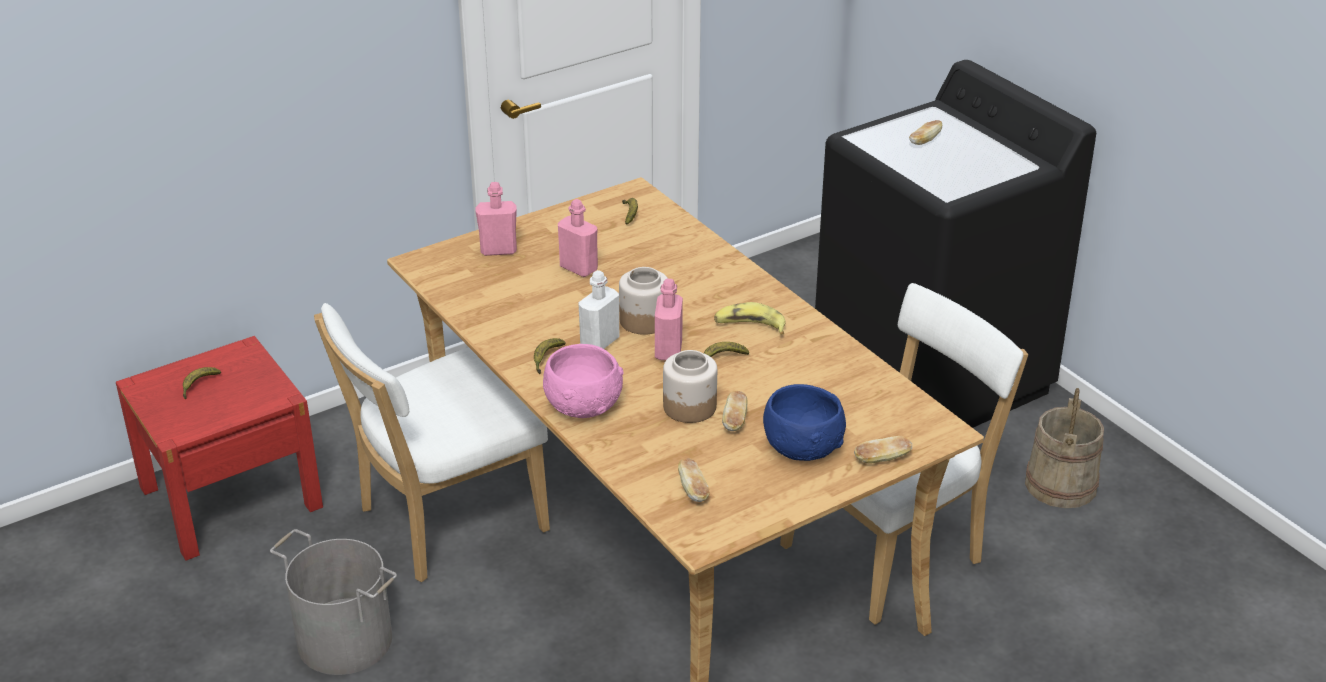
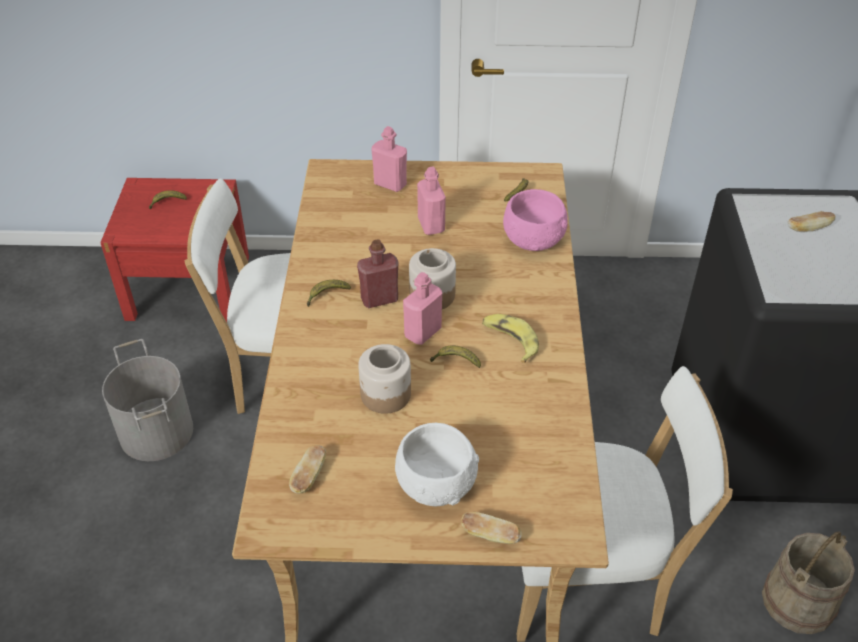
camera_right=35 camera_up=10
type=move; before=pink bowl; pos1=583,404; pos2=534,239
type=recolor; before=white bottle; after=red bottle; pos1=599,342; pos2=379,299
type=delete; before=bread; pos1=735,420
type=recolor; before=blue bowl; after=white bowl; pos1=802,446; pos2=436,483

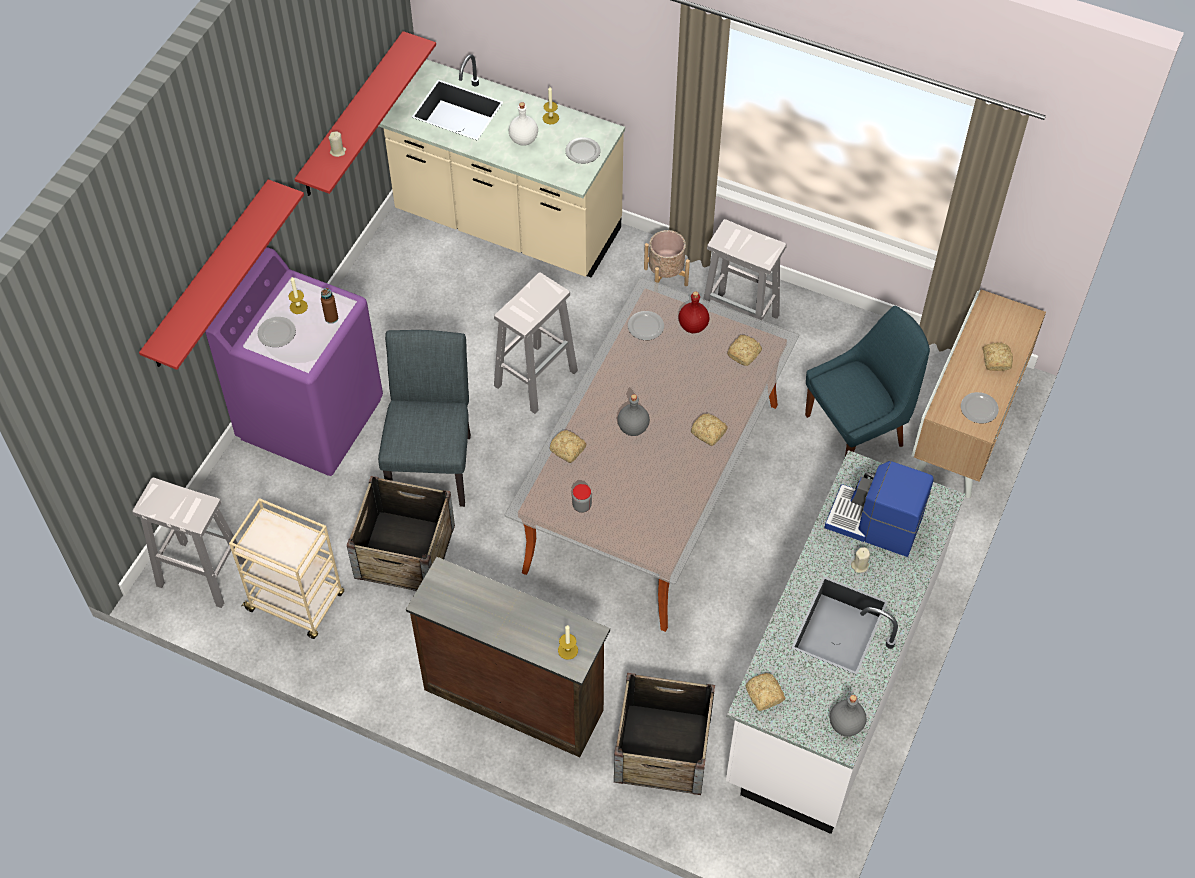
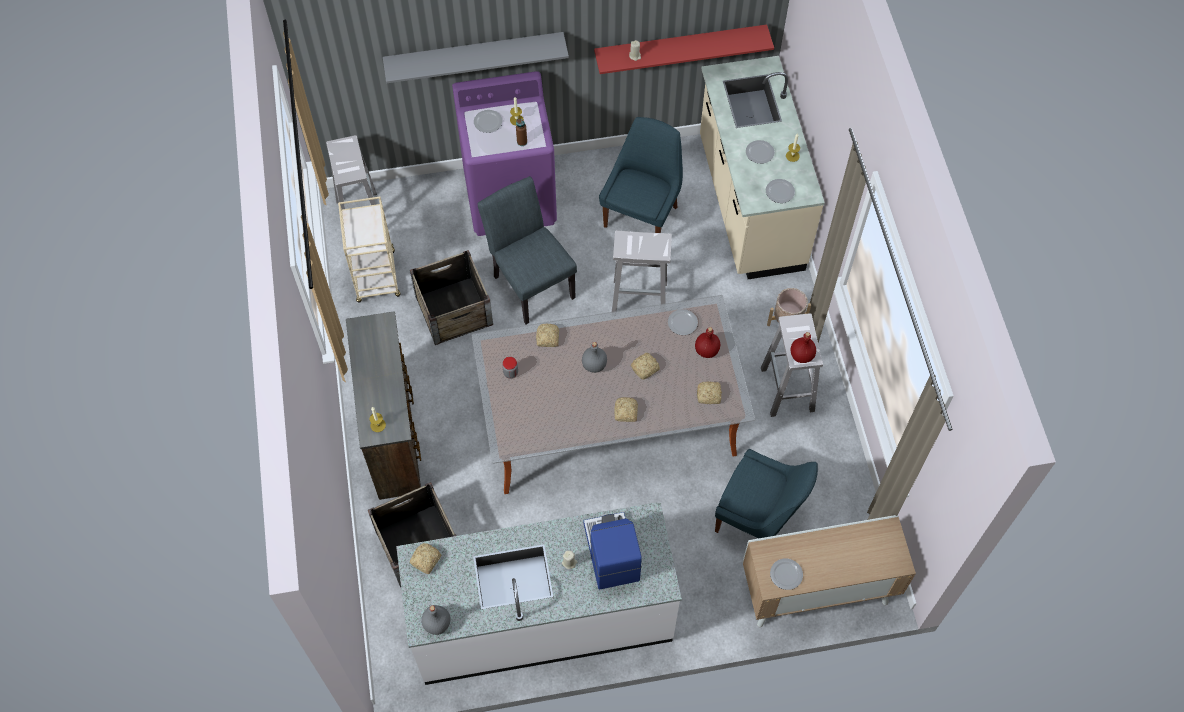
camera_right=55 camera_up=5
type=recolor; before=red shelf; after=grey shelf; pos1=209,276; pos2=474,55
type=rotate; before=grey chair; pos1=432,461; pos2=530,282; turn=-90
type=replace; before=white bottle; after=plate; pos1=523,140; pos2=759,152
type=move; before=bread; pos1=996,359; pos2=645,368
type=insert; after=blue chair; pos2=642,214
type=insert; after=red bottle; pos2=801,355

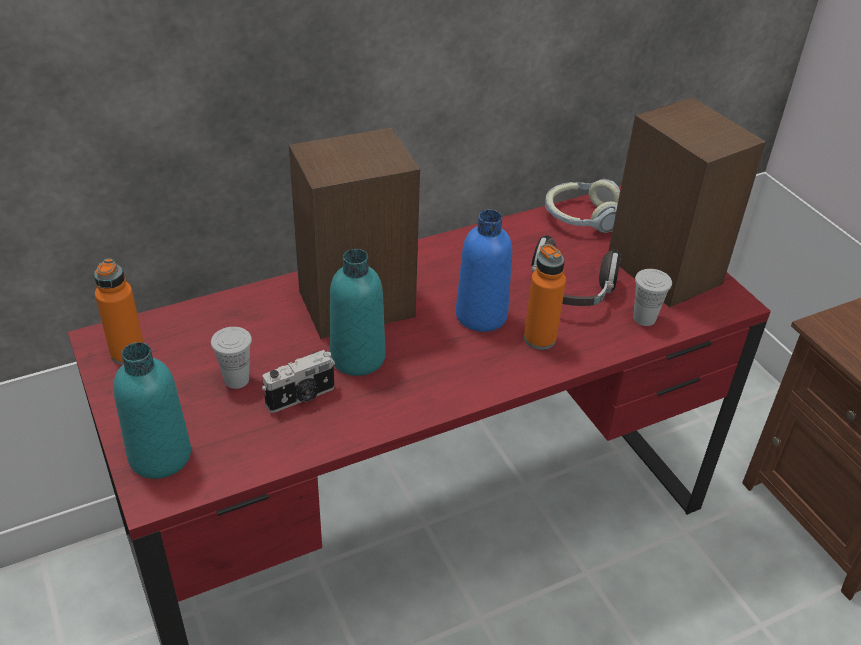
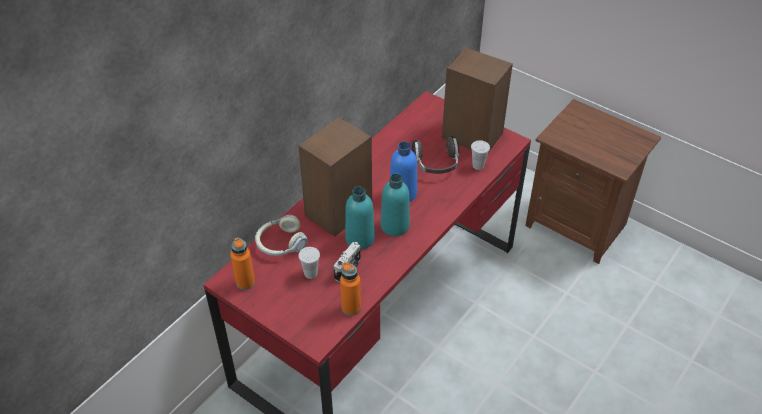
camera_right=-25 camera_up=5
type=move; before=turquoise bottle; pos1=160,456; pos2=395,226
type=move; before=orange bottle; pos1=539,338; pos2=351,308
type=move; before=headphones; pos1=581,217; pos2=280,244

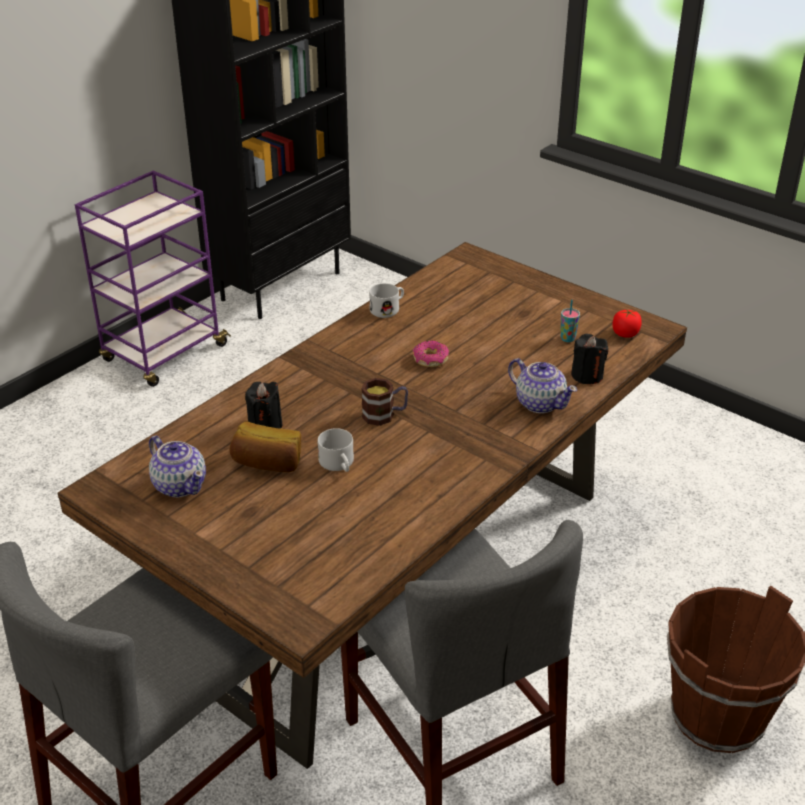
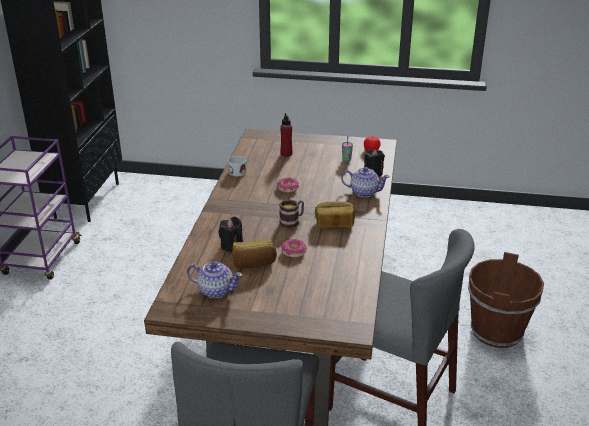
camera_right=-30 camera_up=-5
type=replace; before=white mug; after=donut; pos1=338,465; pos2=293,252
type=insert; after=red bottle; pos2=286,154
type=insert; after=bread; pos2=334,223

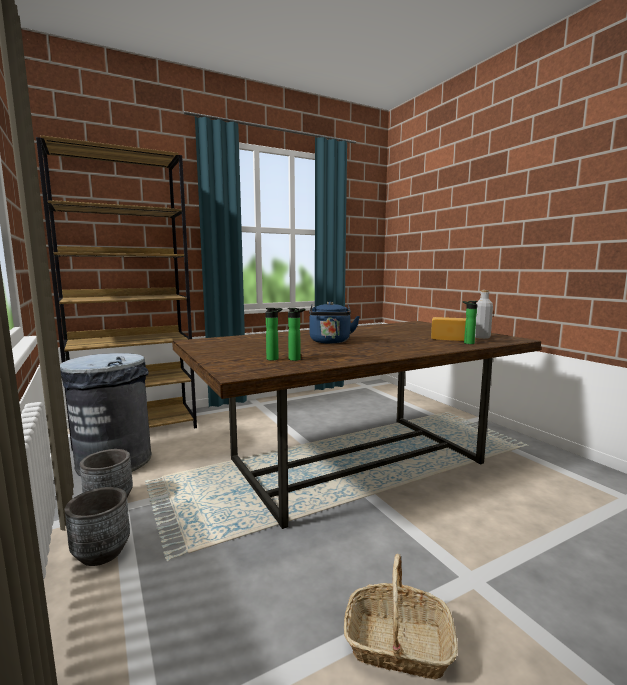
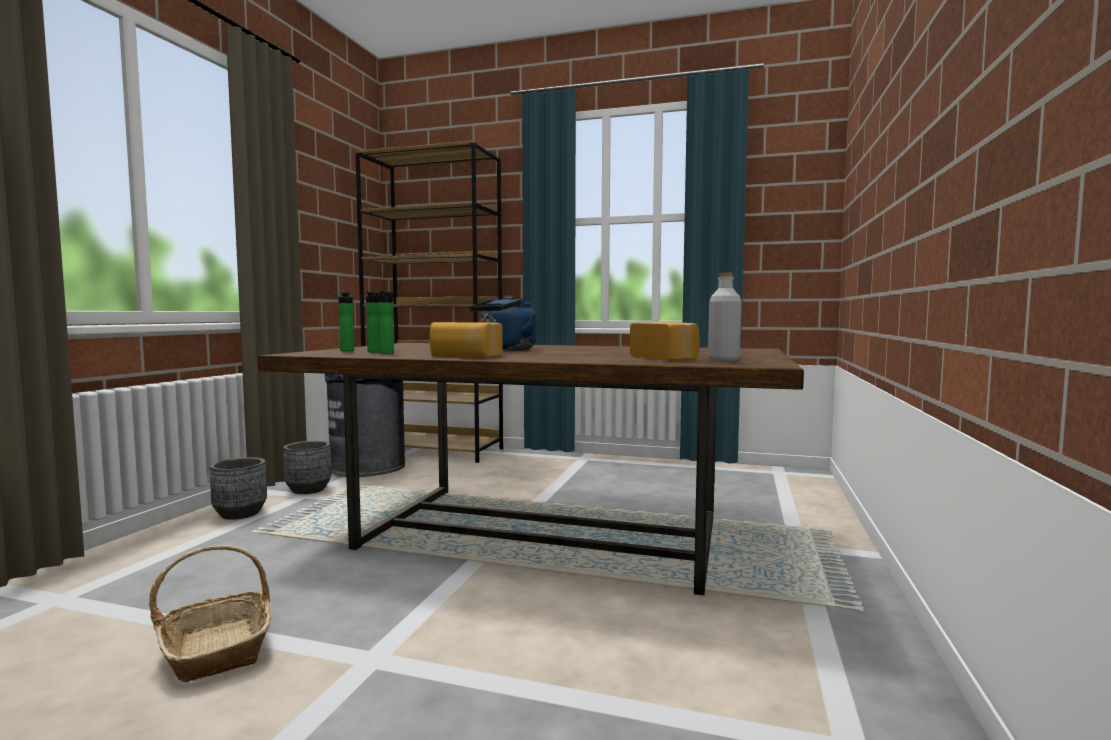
camera_right=45 camera_up=-5
type=move; before=bottle; pos1=467,343; pos2=347,350
type=insert; after=bread; pos2=465,356

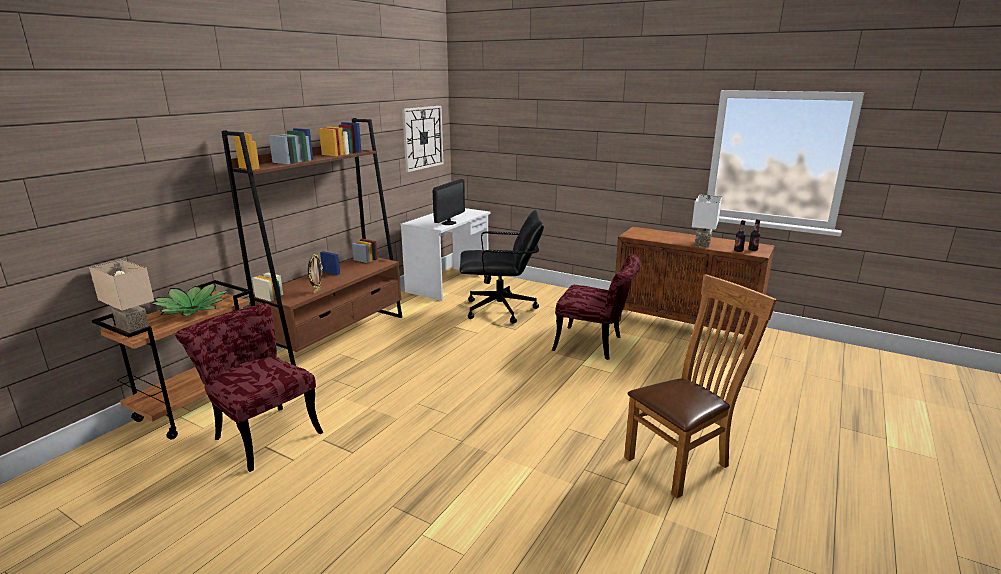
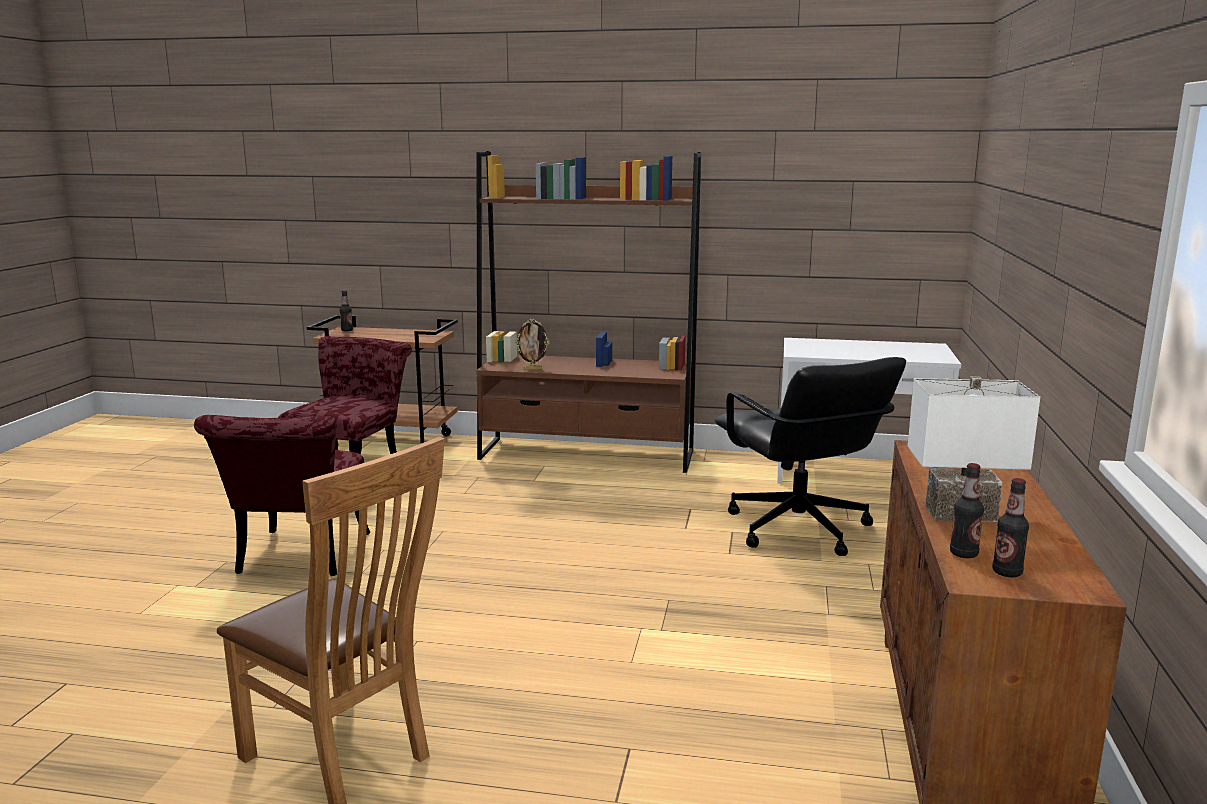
camera_right=70 camera_up=-5
type=replace; before=beige table lamp; after=bottle; pos1=130,327; pos2=347,330
type=delete; before=potted plant; pos1=192,308
type=delete; before=wall clock; pos1=422,138
type=delete; before=monitor; pos1=448,223
type=move; before=red chair; pos1=595,345; pos2=298,559

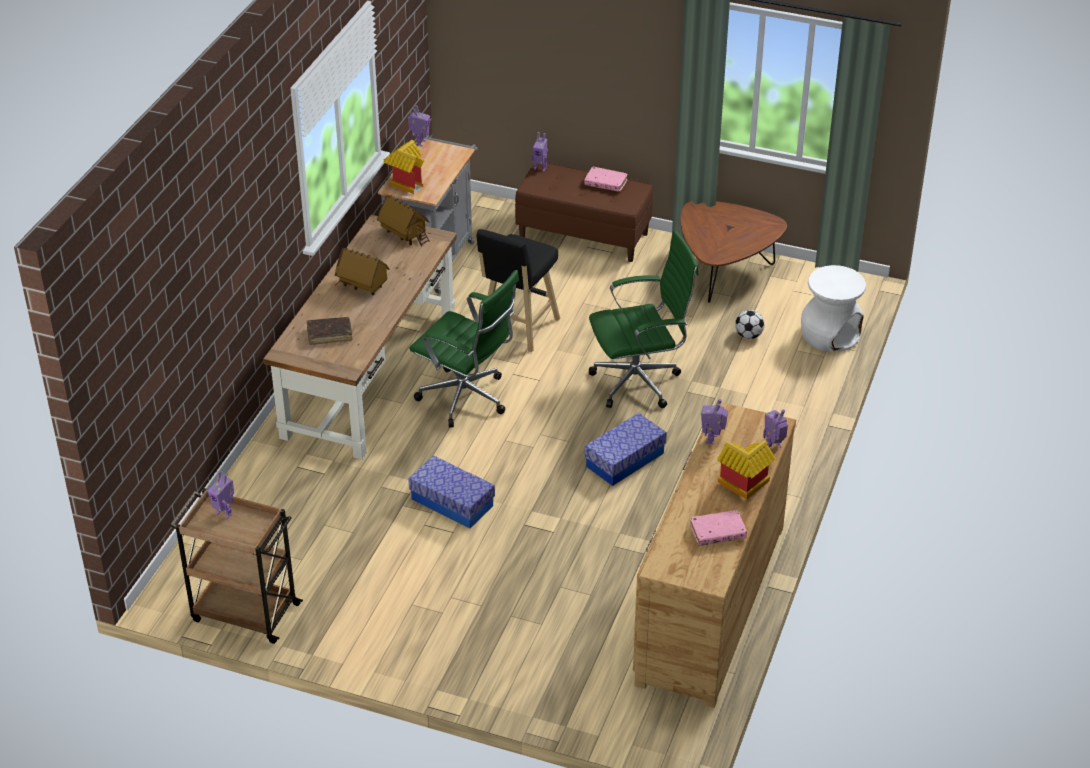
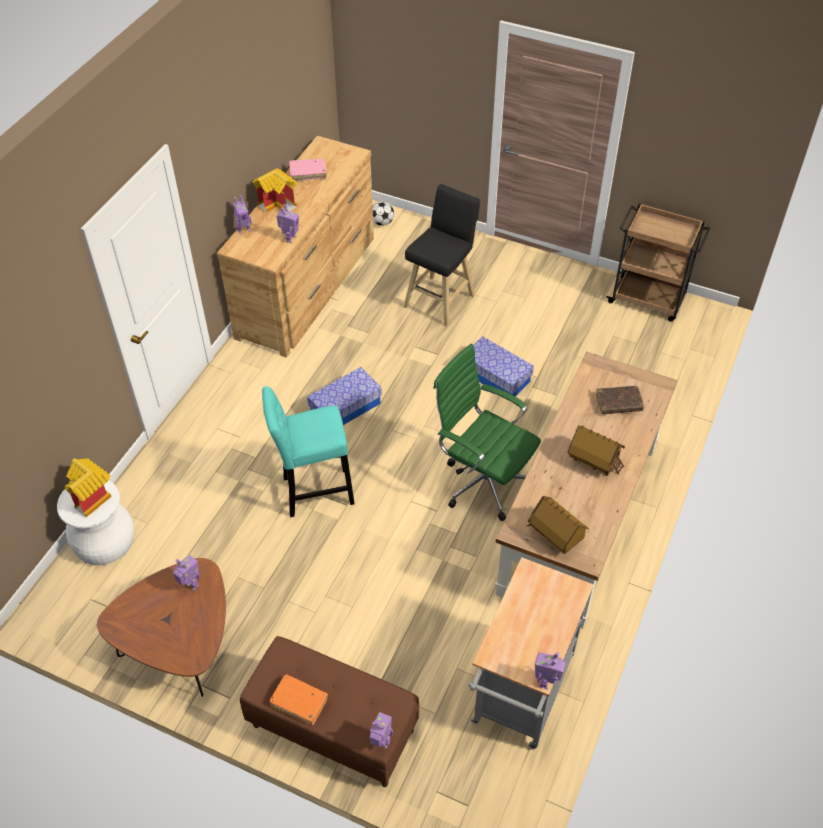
camera_right=-175 camera_up=10
type=move; before=toy robot; pos1=224,513; pos2=190,585
type=move; before=toy house; pos1=405,182; pos2=93,499
type=move; before=black stool; pos1=517,329; pos2=441,299
type=recolor; before=pink book; after=orange book; pos1=605,183; pos2=299,702
type=replace; before=green office chair; after=turquoise stool; pos1=640,382; pos2=313,492
type=move; before=football; pos1=748,335; pos2=382,222

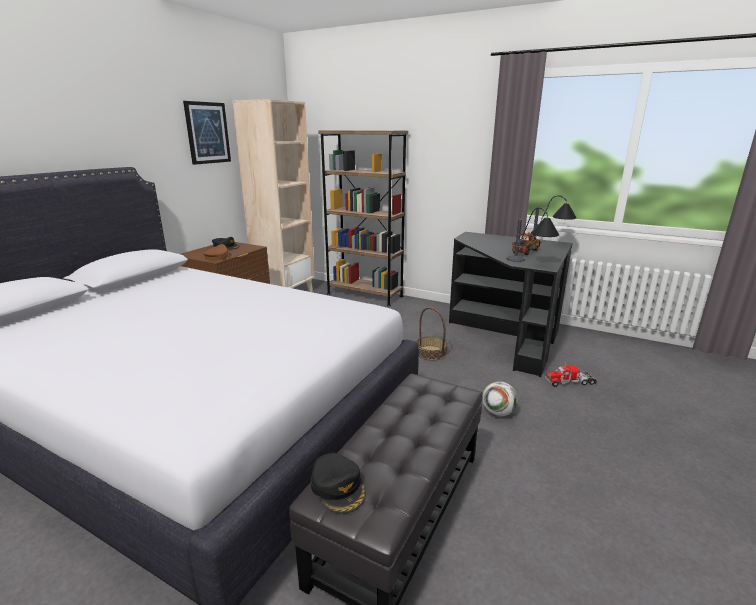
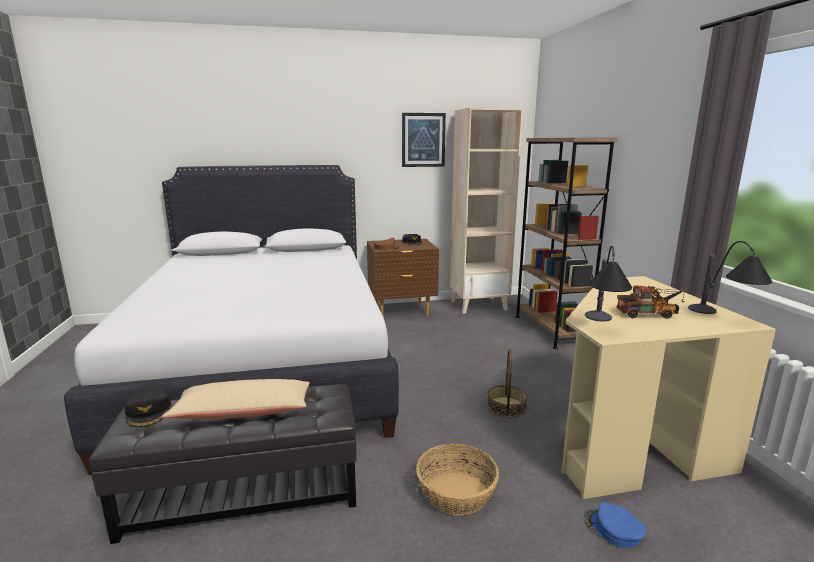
camera_right=50 camera_up=-5
type=rotate; before=black cap; pos1=338,487; pos2=149,412; turn=-45
type=recolor; before=black desk; after=beige desk; pos1=503,337; pos2=628,437
type=replace; before=football; after=basket; pos1=498,412; pos2=456,492
type=replace; before=toy truck; after=blue cap; pos1=570,382; pos2=613,529
type=insert; after=beige pillow; pos2=243,412

